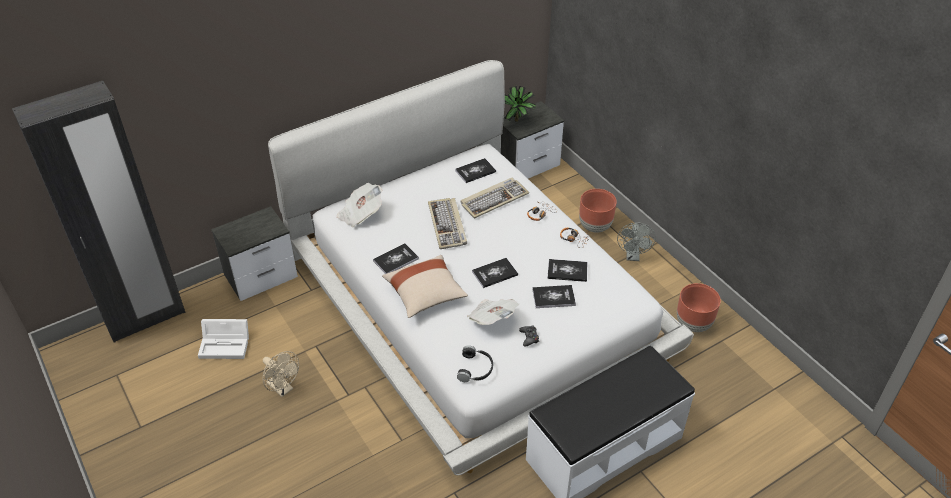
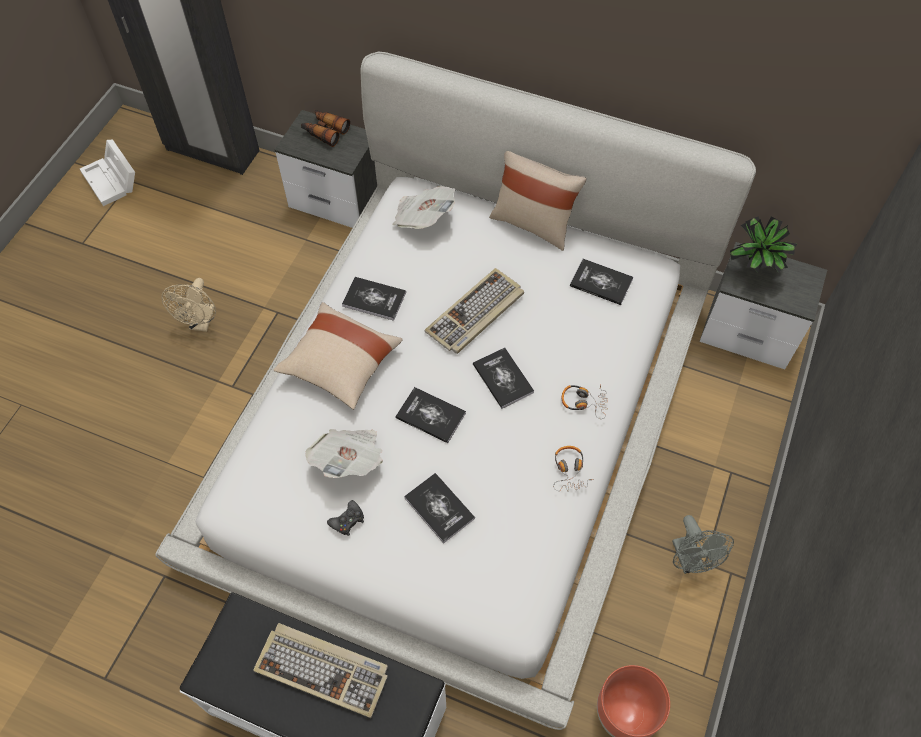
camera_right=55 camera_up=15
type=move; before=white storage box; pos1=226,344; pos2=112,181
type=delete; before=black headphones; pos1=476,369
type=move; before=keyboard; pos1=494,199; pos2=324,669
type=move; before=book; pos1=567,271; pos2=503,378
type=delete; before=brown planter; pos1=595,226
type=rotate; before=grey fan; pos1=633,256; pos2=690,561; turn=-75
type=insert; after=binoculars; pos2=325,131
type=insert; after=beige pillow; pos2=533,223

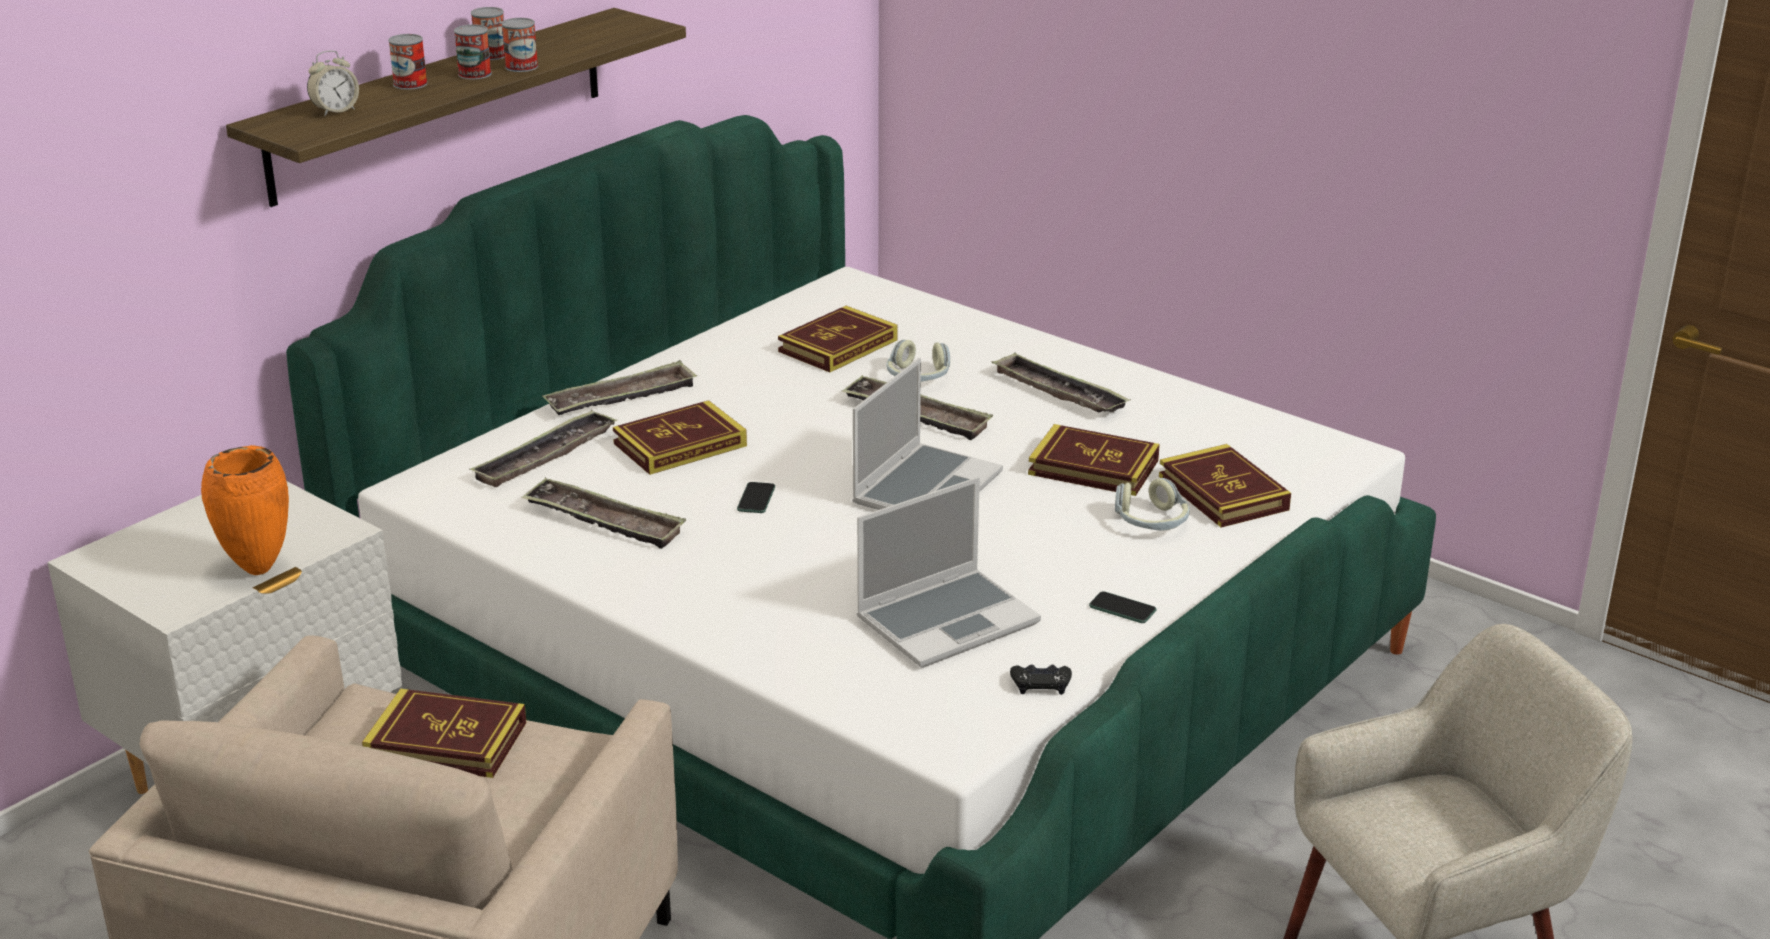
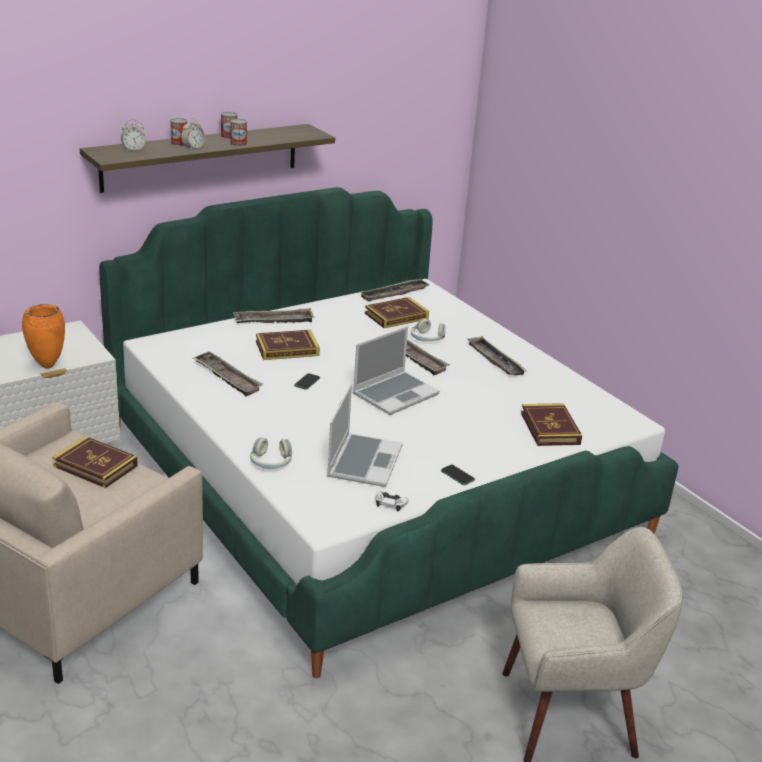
camera_right=15 camera_up=0
type=delete; before=can; pos1=475,74
type=move; before=tray; pos1=545,456; pos2=394,293
type=rotate; before=laptop; pos1=948,620; pos2=364,461; turn=-60
type=recolor; before=black game controller; after=white game controller; pos1=1041,683; pos2=390,503
type=delete; before=book; pos1=1093,467
type=move; before=headphones; pos1=1151,522; pos2=271,463
type=insert; after=alarm clock; pos2=193,148

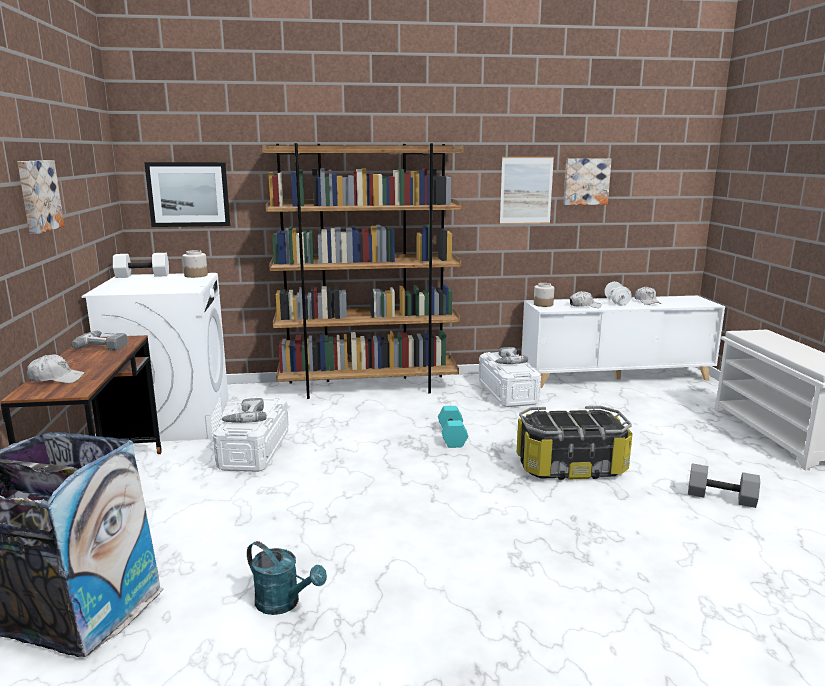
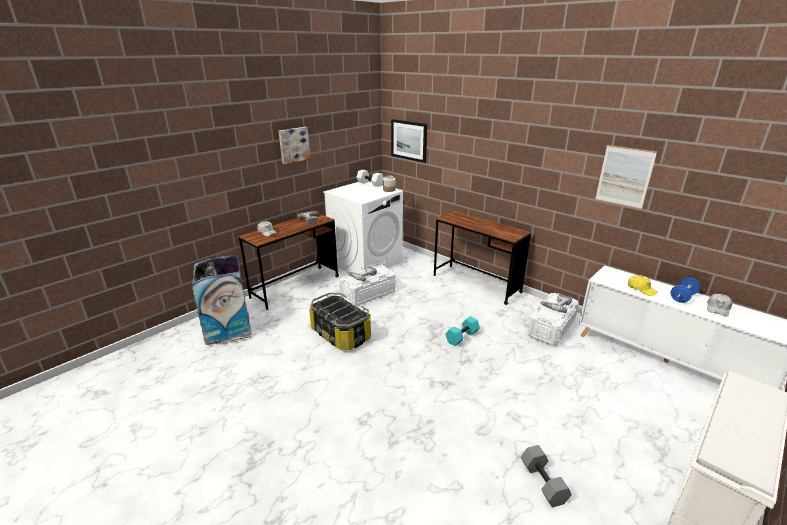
camera_right=50 camera_up=10
type=delete; before=turquoise watering can; pos1=284,603
type=replace; before=brown bookcase; after=brown desk; pos1=368,387; pos2=476,284
type=move; before=storage box; pos1=570,467; pos2=340,334
type=delete; before=jar; pos1=543,304
type=delete; before=picture; pos1=586,181
type=recolor; before=white cap; after=yellow cap; pos1=584,306; pos2=641,289
type=recolor; before=white dumbbell; after=blue dumbbell; pos1=616,302; pos2=682,297

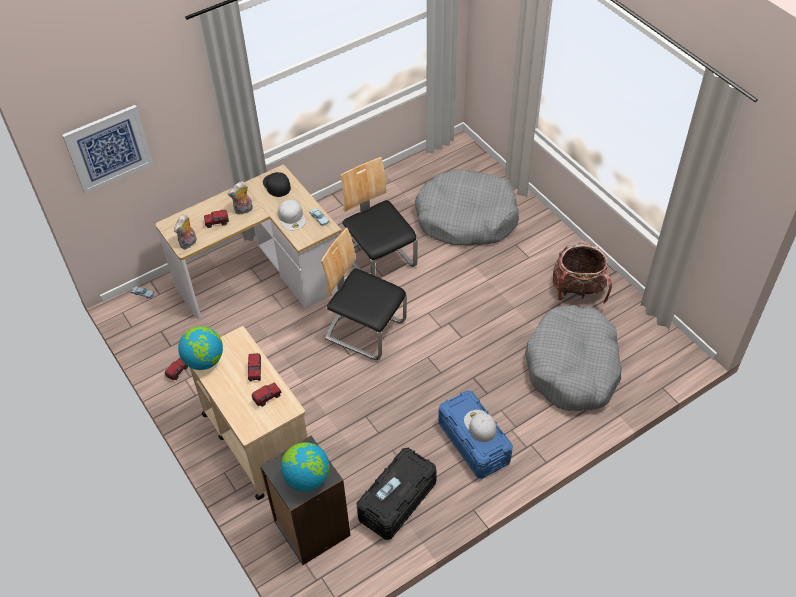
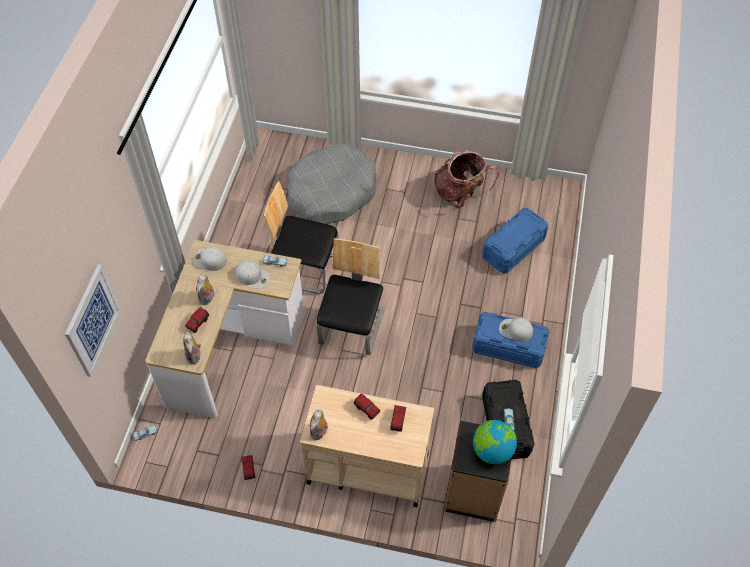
camera_right=-45 camera_up=5
type=replace; before=globe; after=plush toy; pos1=204,360; pos2=319,432
type=recolor; before=black cap; after=white cap; pos1=276,185; pos2=209,260
type=rotate; before=chair; pos1=365,330; pos2=352,327; turn=120
type=replace; before=grey dog bed; after=blue storage box; pos1=573,367; pos2=513,248

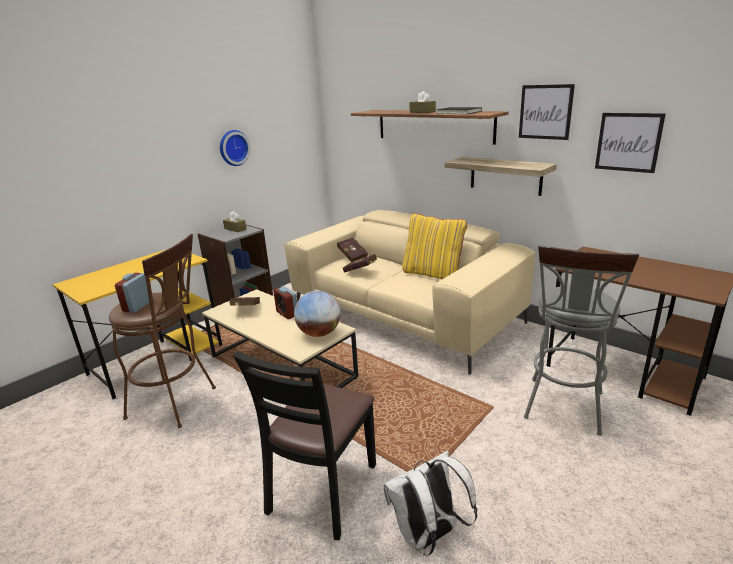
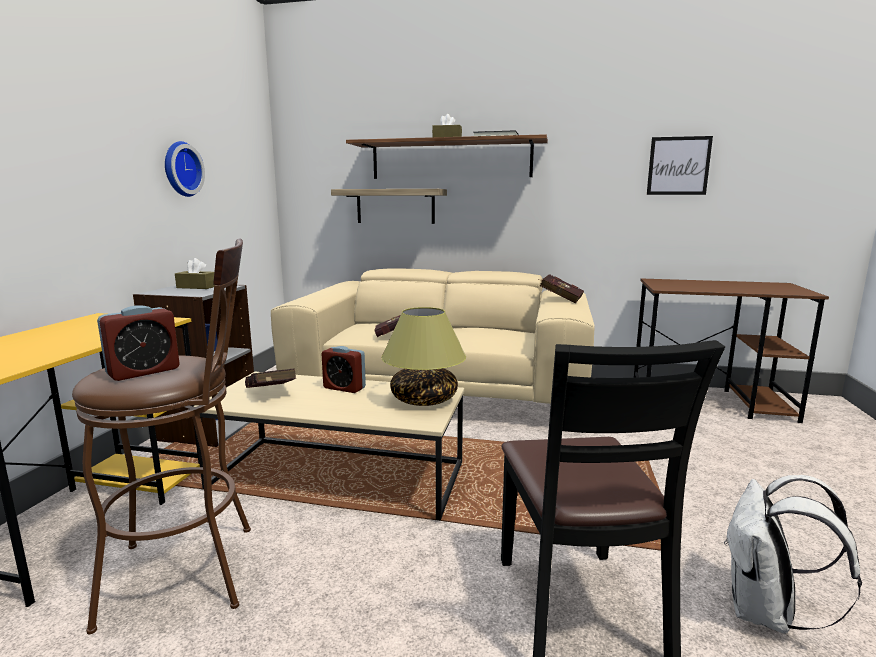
camera_right=-30 camera_up=-10
type=rotate; before=alarm clock; pos1=138,306; pos2=144,372; turn=-120
type=replace; before=globe; after=table lamp; pos1=319,333; pos2=424,399
type=move; before=red book; pos1=352,256; pos2=559,299
type=delete; before=yellow pillow; pos1=433,274
type=move; before=shelf; pos1=505,175; pos2=395,206
type=delete; before=picture; pos1=545,112
type=delete; before=grey stool; pos1=563,410

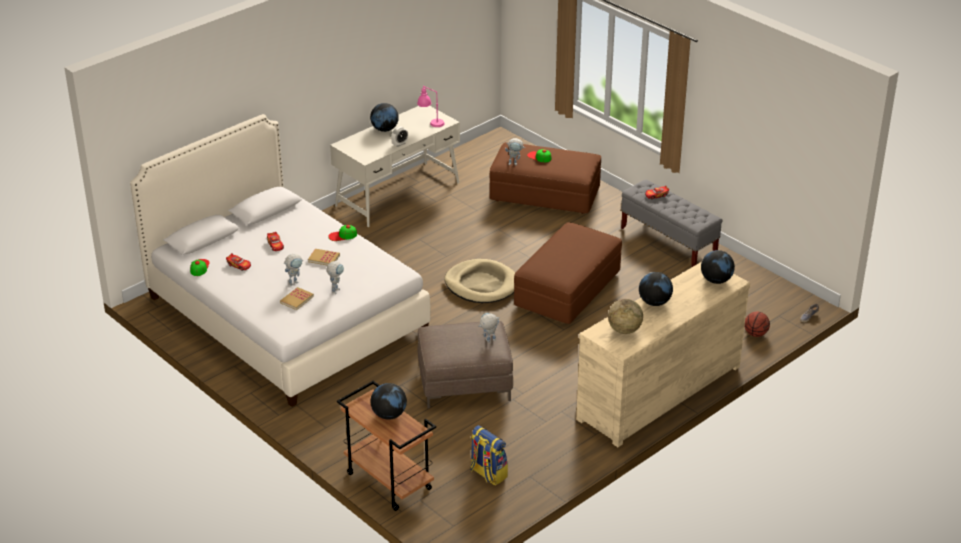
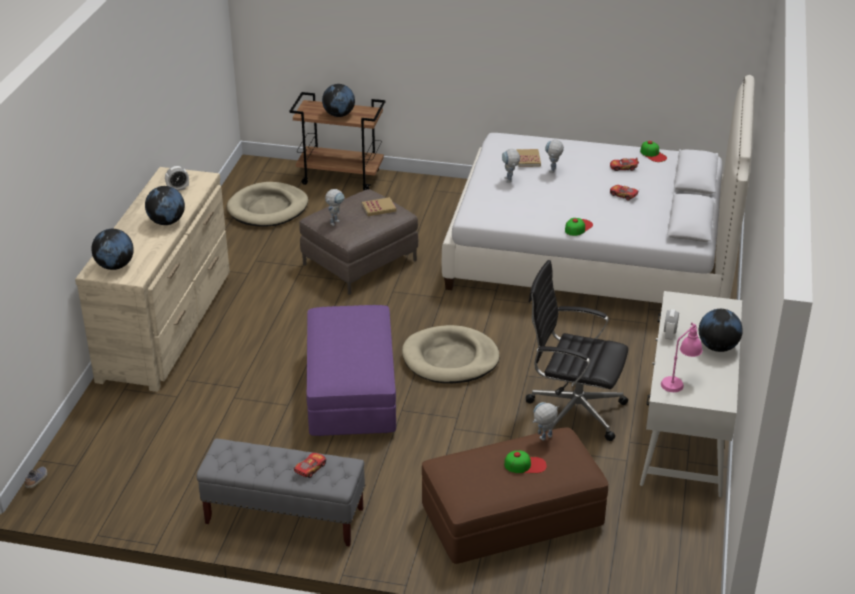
camera_right=145 camera_up=0
type=move; before=book; pos1=324,258; pos2=379,208
type=replace; before=backpack; after=beige dog bed; pos1=487,474; pos2=268,208
type=recolor; before=brown ottoman; after=purple ottoman; pos1=567,290; pos2=351,392
type=replace; before=globe; after=alarm clock; pos1=624,330; pos2=178,189
type=delete; before=basketball; pos1=755,334
type=insert; after=black office chair; pos2=573,411

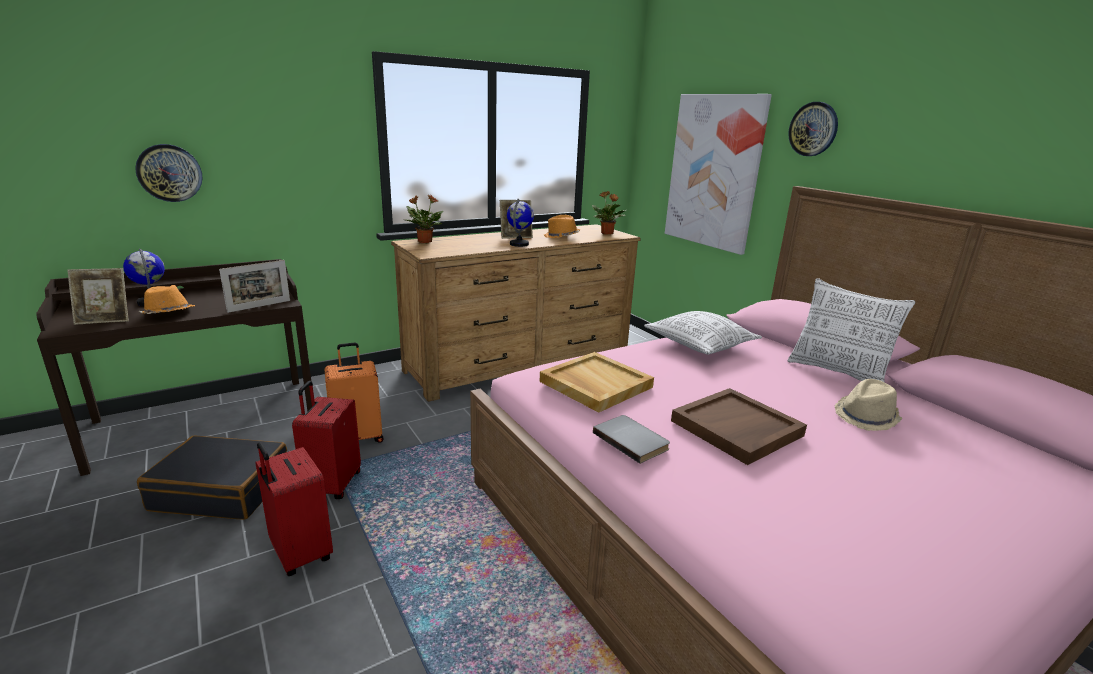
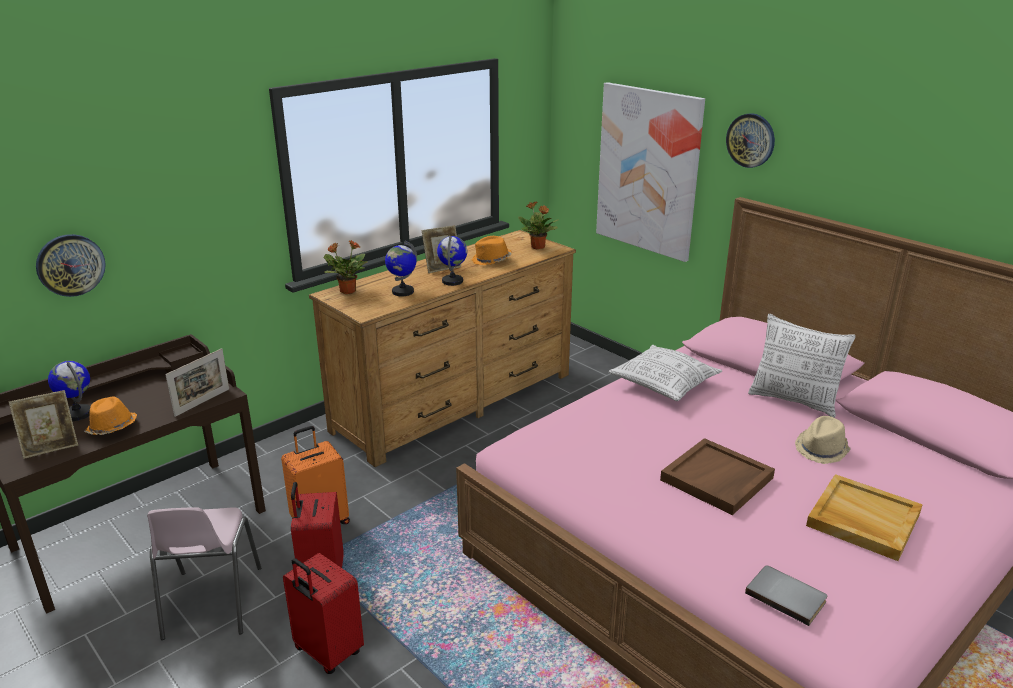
camera_right=-10 camera_up=5
type=replace; before=black suitcase; after=pink chair; pos1=222,490; pos2=211,603
type=move; before=beige tray; pos1=594,384; pos2=862,520
type=move; before=grey book; pos1=632,440; pos2=787,595
type=insert; after=globe; pos2=402,292

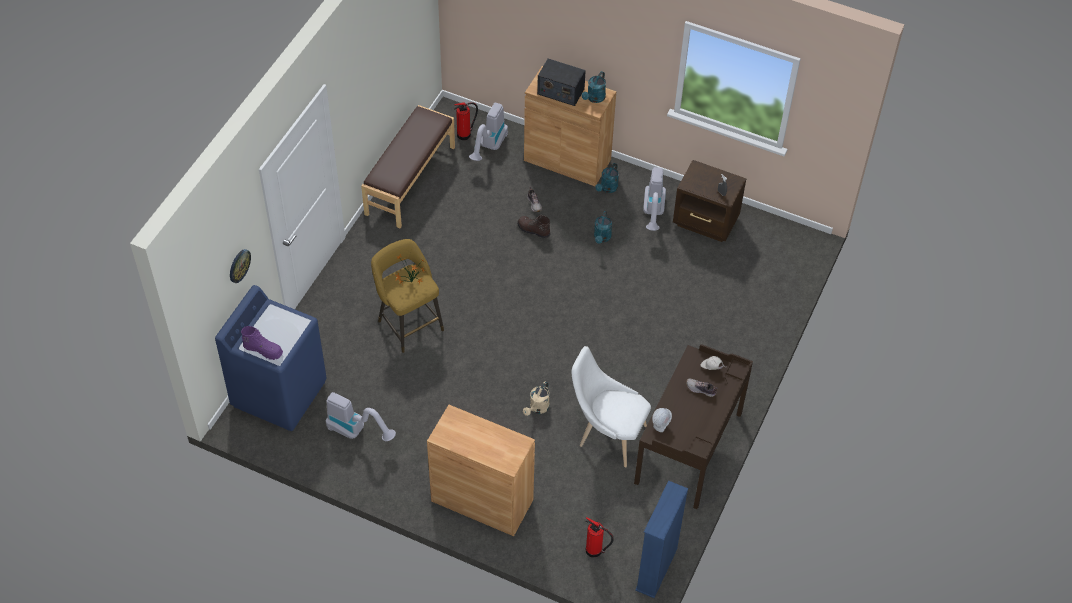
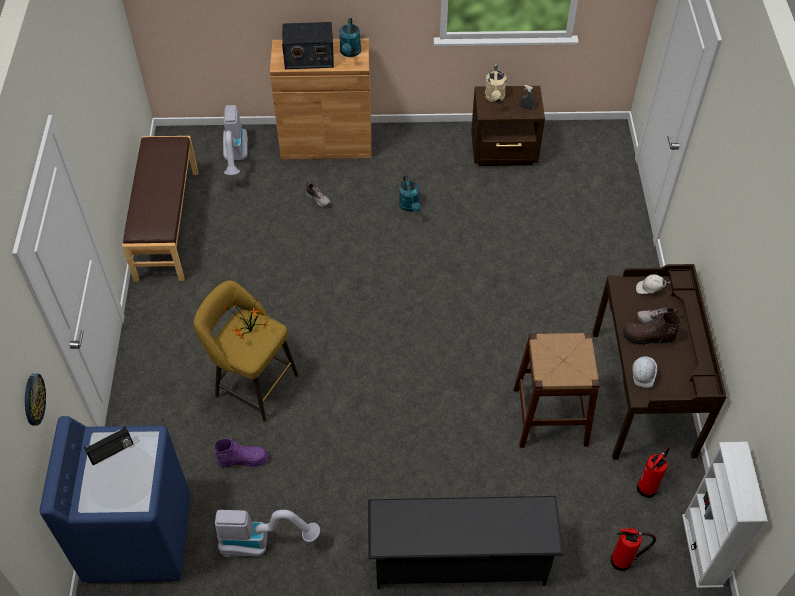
camera_right=-25 camera_up=0
type=move; before=purple boot; pos1=263,350; pos2=243,459
type=replace; before=brown cabinet; after=black shoe rack; pos1=482,500; pos2=459,560
type=move; before=fire extinguisher; pos1=465,134; pos2=648,487
type=move; before=brown boot; pos1=533,230; pos2=647,337
type=move; before=beige watering can; pos1=537,408; pos2=494,98
type=replace; before=white chair; after=brown stool; pos1=608,435; pos2=550,416
type=delete; before=turquoise watering can; pos1=607,188
type=recolor; before=blue bookcase; after=white bookcase; pos1=656,569; pos2=702,550
type=delete; before=vacuum cleaner; pos1=653,213
type=insert; after=radio; pos2=112,452

